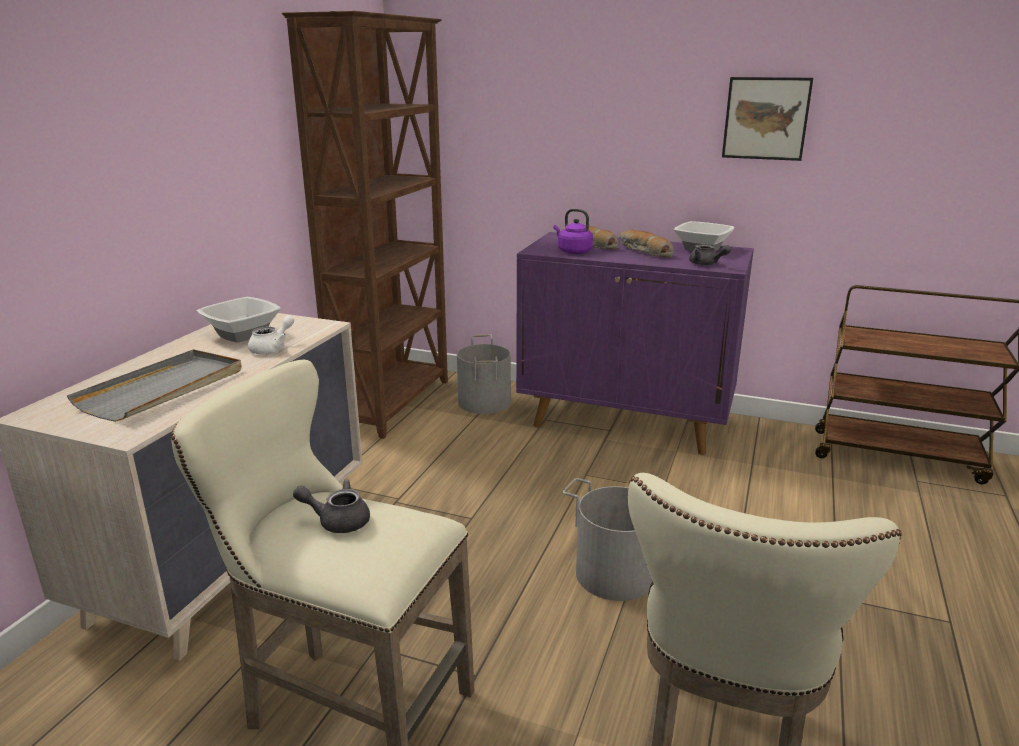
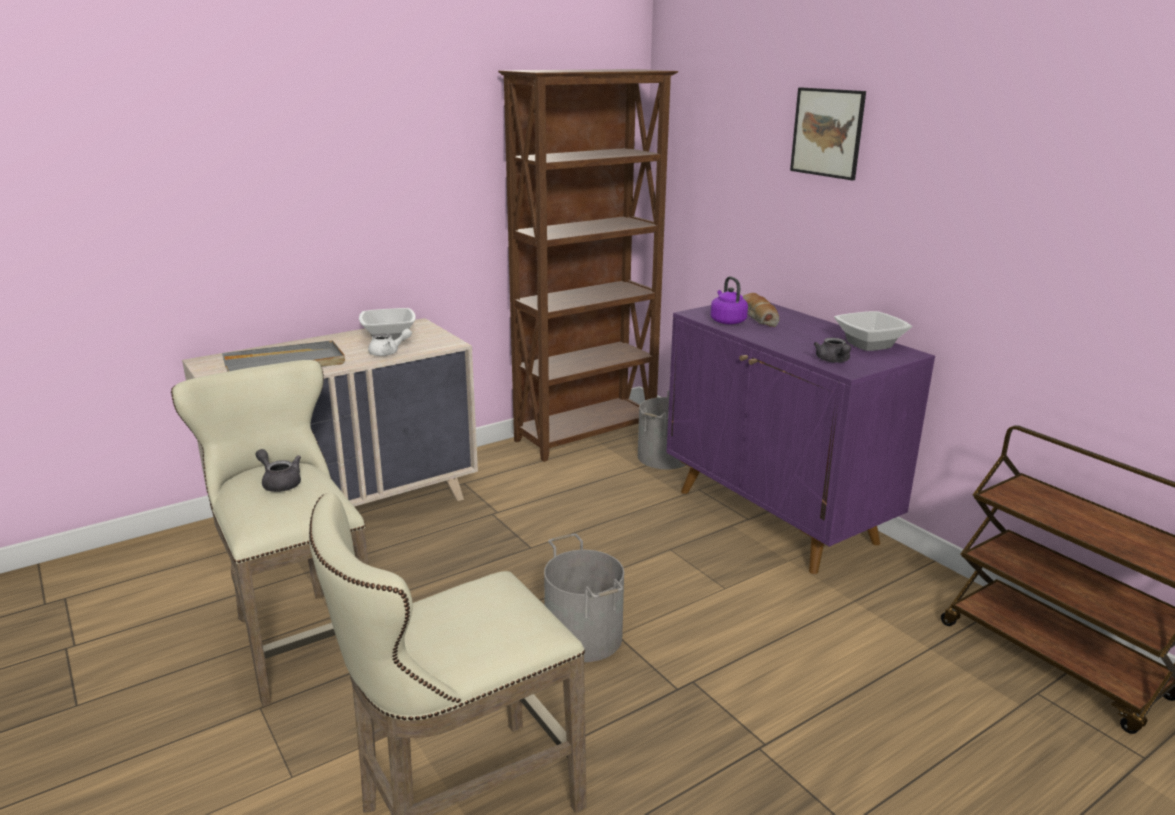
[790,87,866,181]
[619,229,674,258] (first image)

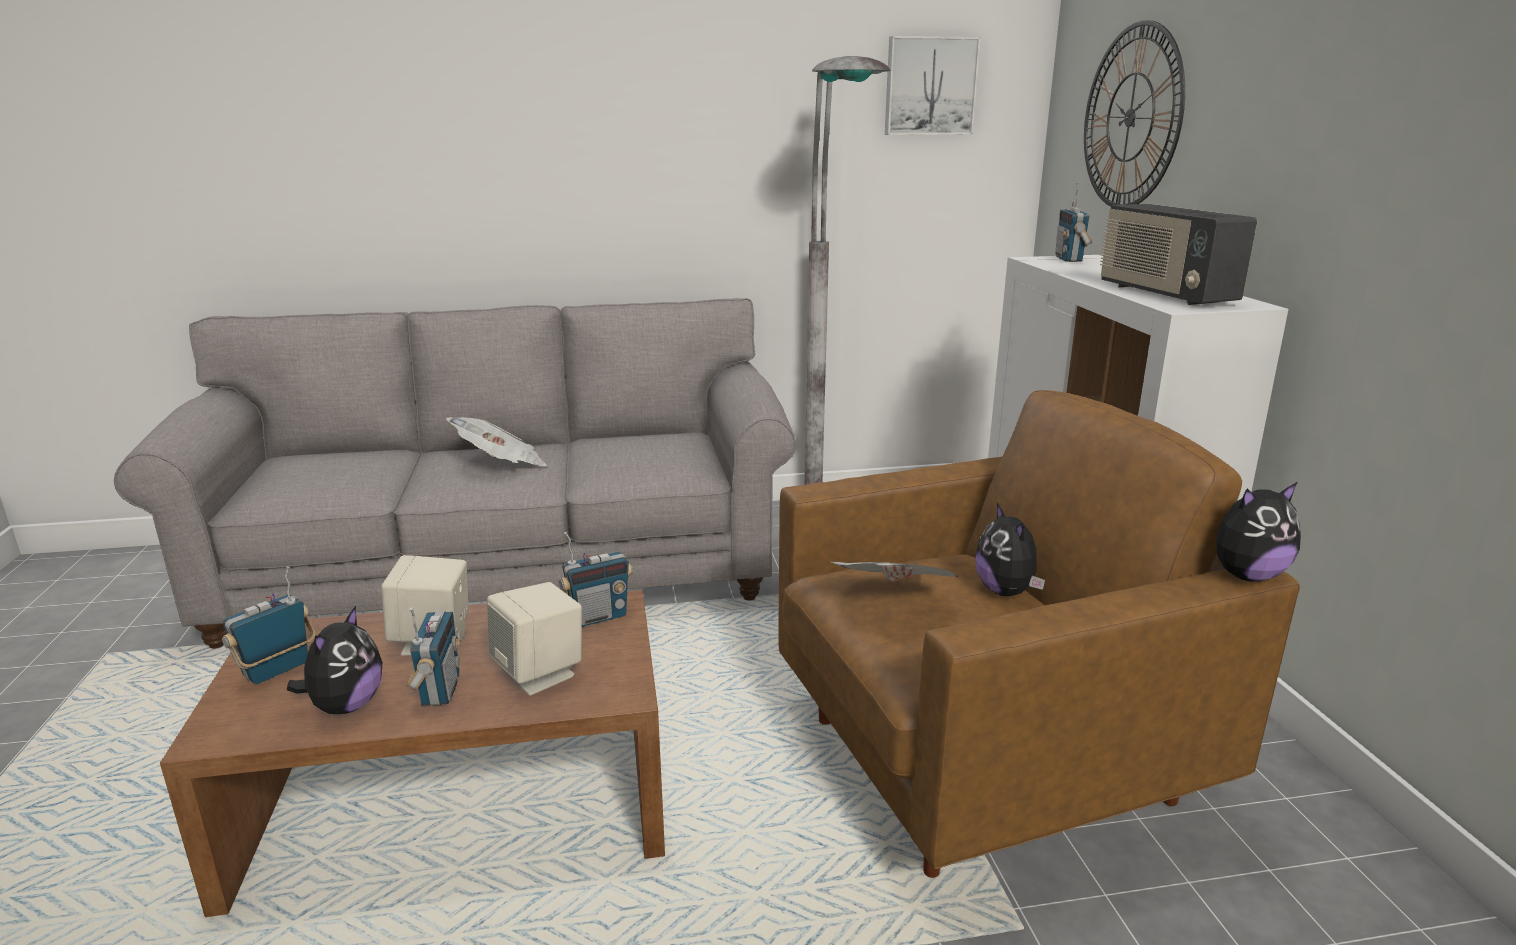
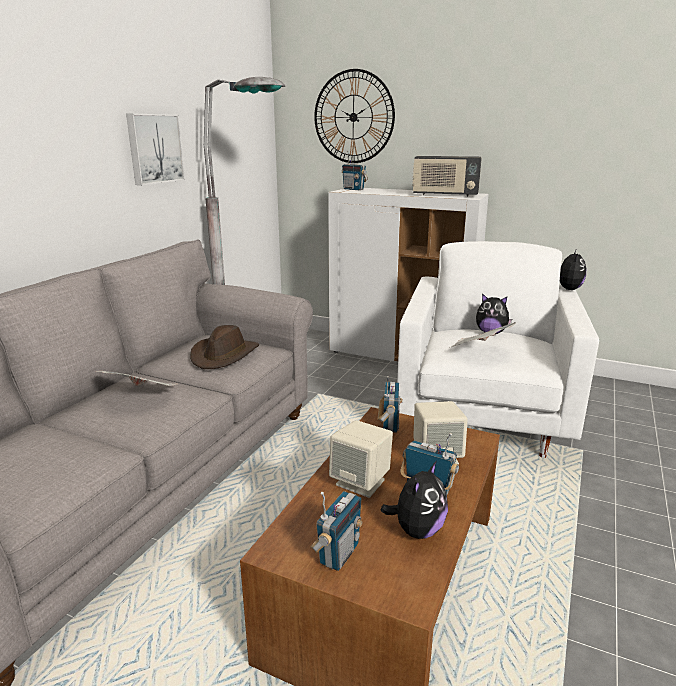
[126,114,185,185]
[397,241,599,458]
[311,491,362,571]
[381,462,448,539]
[190,325,259,369]

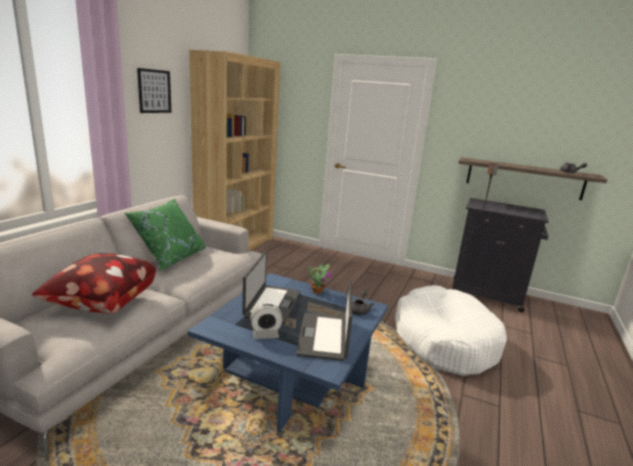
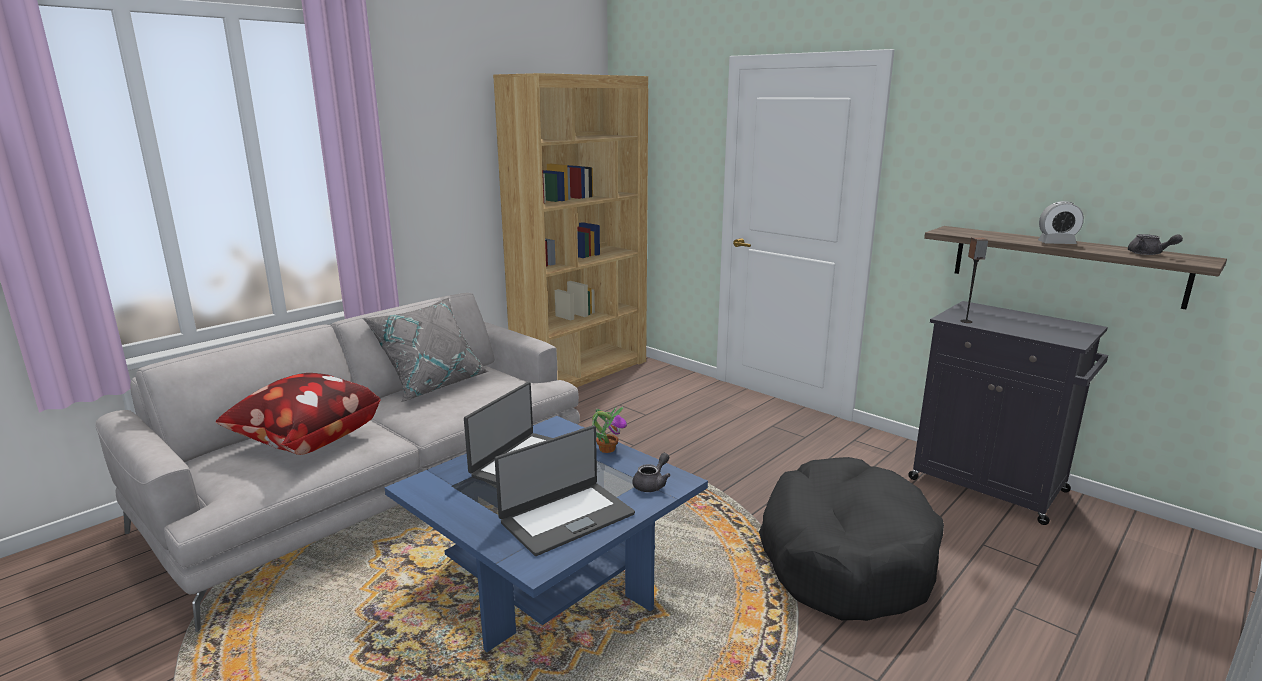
[137,68,171,113] (first image)
[363,298,488,402]
[495,425,635,556]
[759,457,944,621]
[1038,201,1084,244]

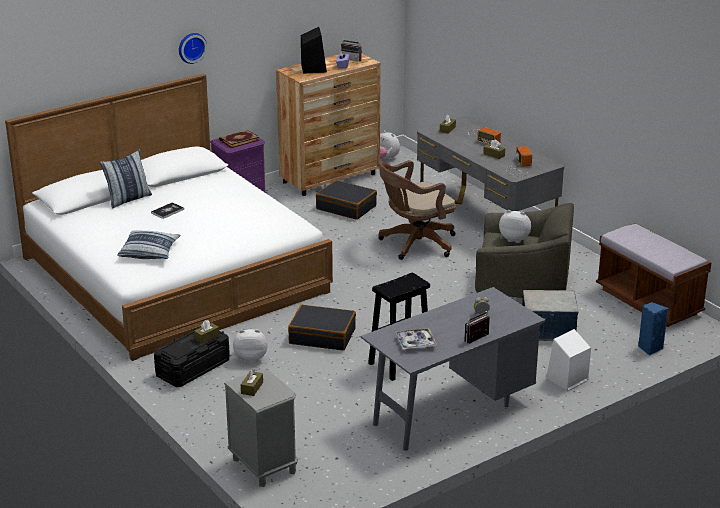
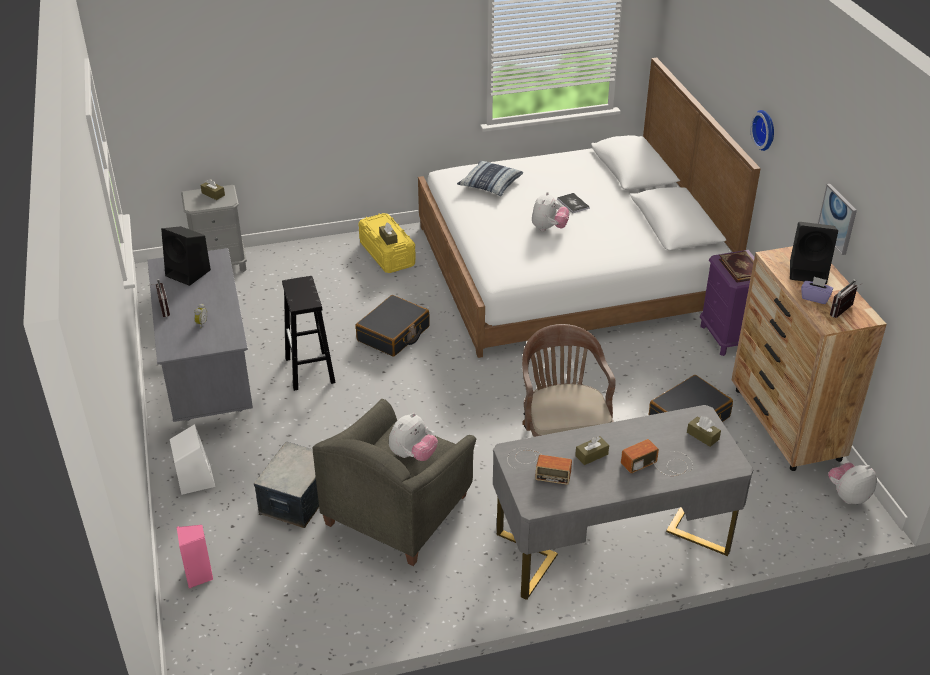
[99,149,152,208] (first image)
[596,223,711,327] (first image)
[176,525,213,588]
[358,213,416,273]
[161,226,211,286]
[532,192,570,231]
[818,184,857,255]

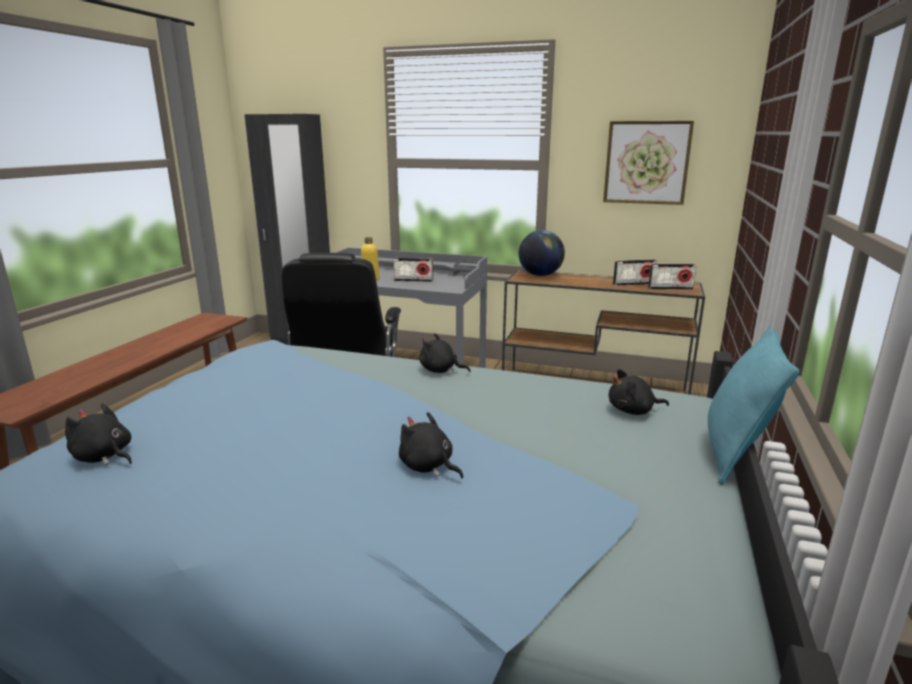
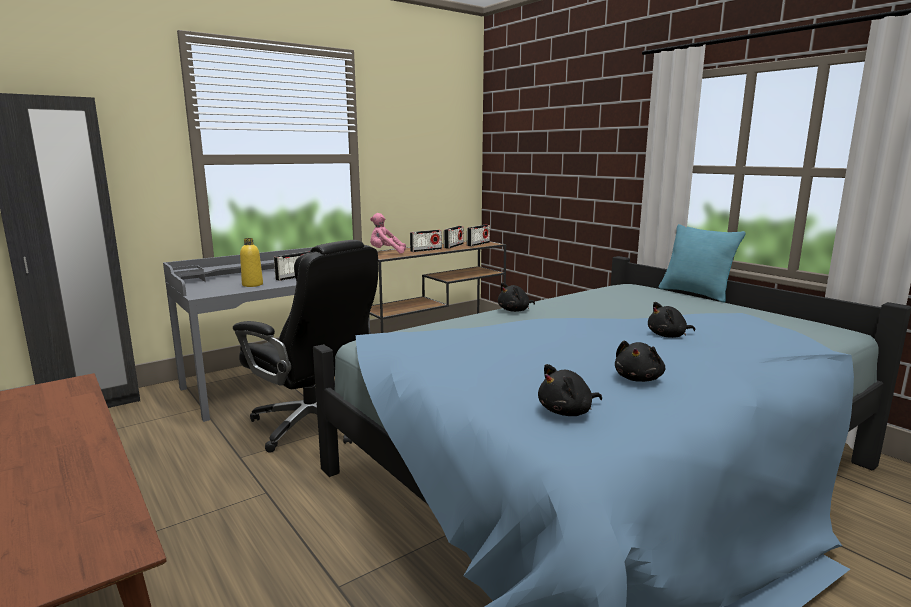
[603,121,694,205] (first image)
[370,213,406,254]
[615,341,665,382]
[410,230,442,252]

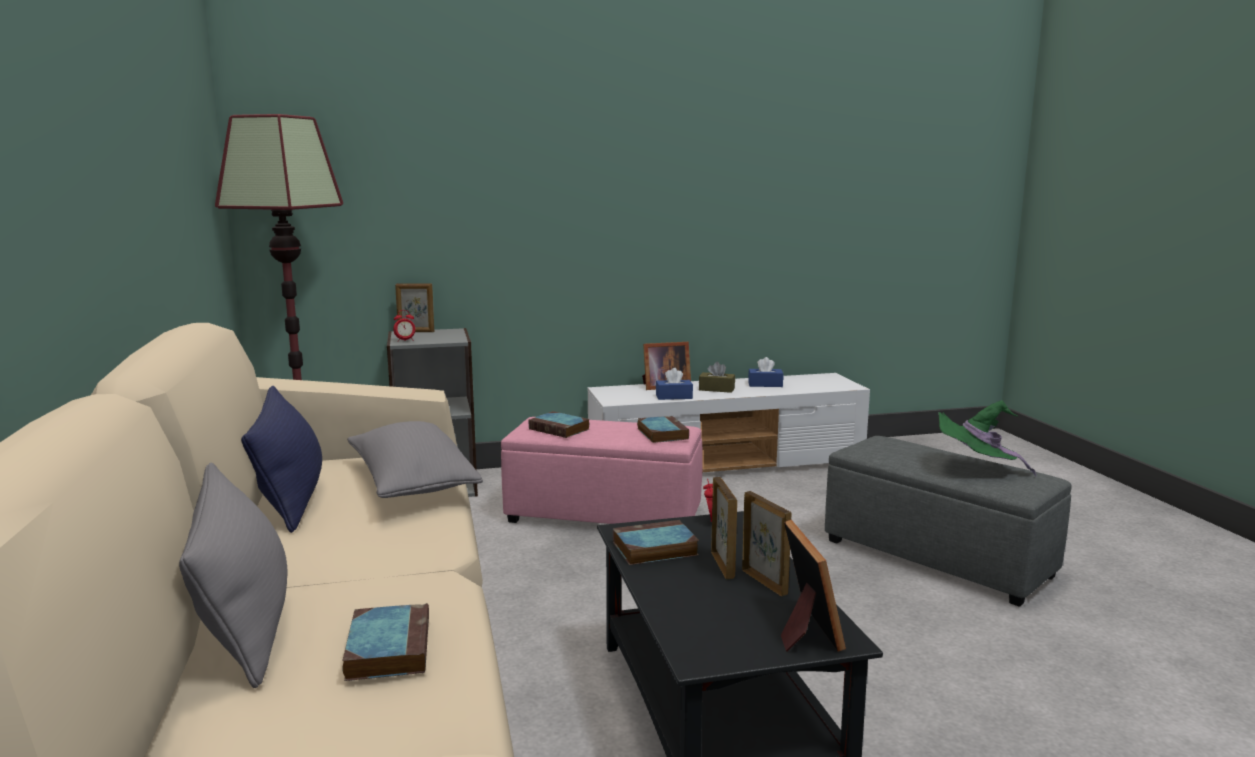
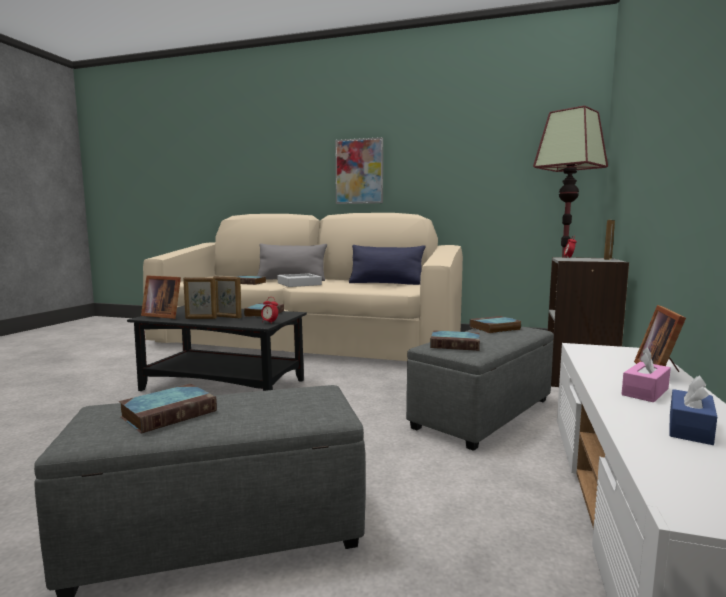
[621,348,671,403]
[656,368,693,400] (first image)
[119,384,217,434]
[406,327,554,451]
[347,421,483,498] (first image)
[335,137,383,204]
[278,273,322,287]

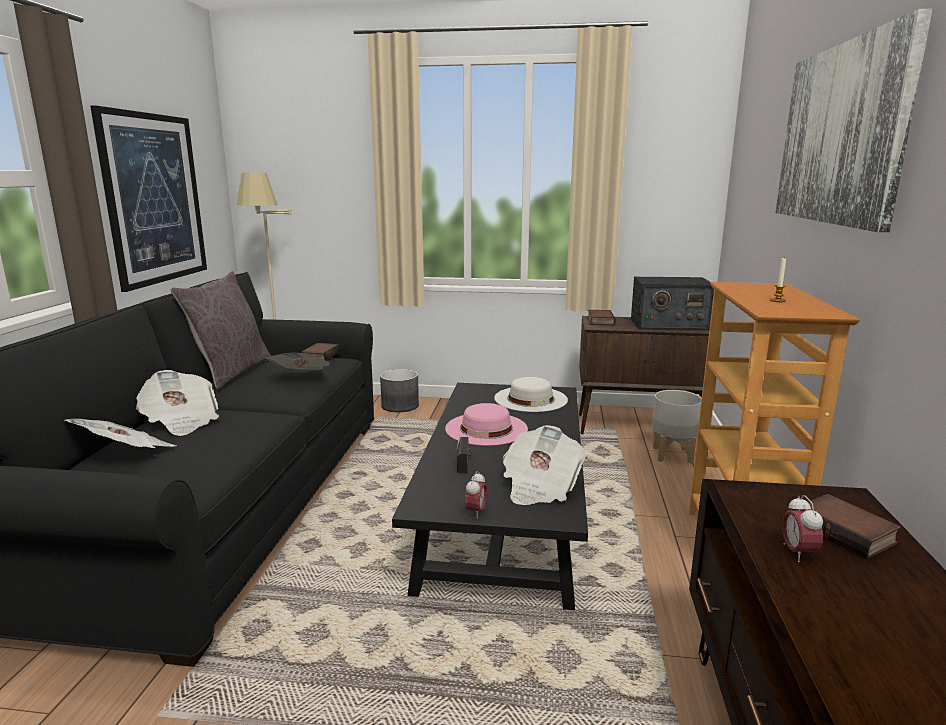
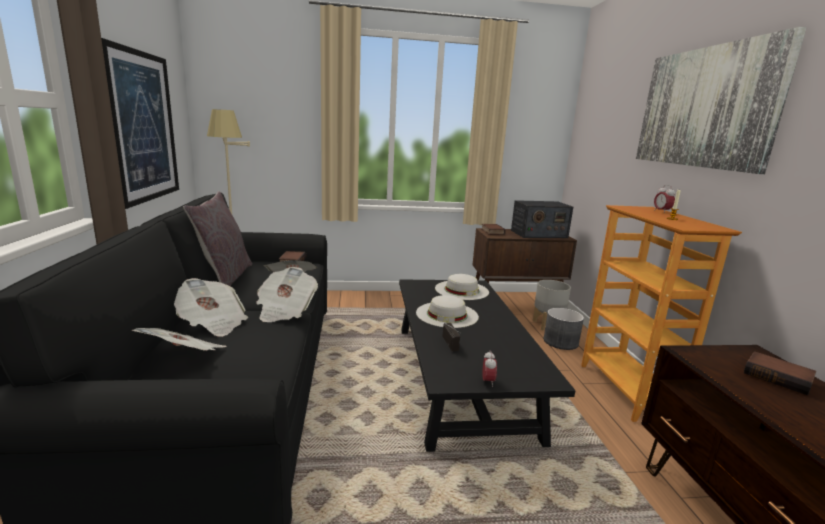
[543,308,584,350]
[416,295,479,328]
[256,267,318,322]
[654,185,675,213]

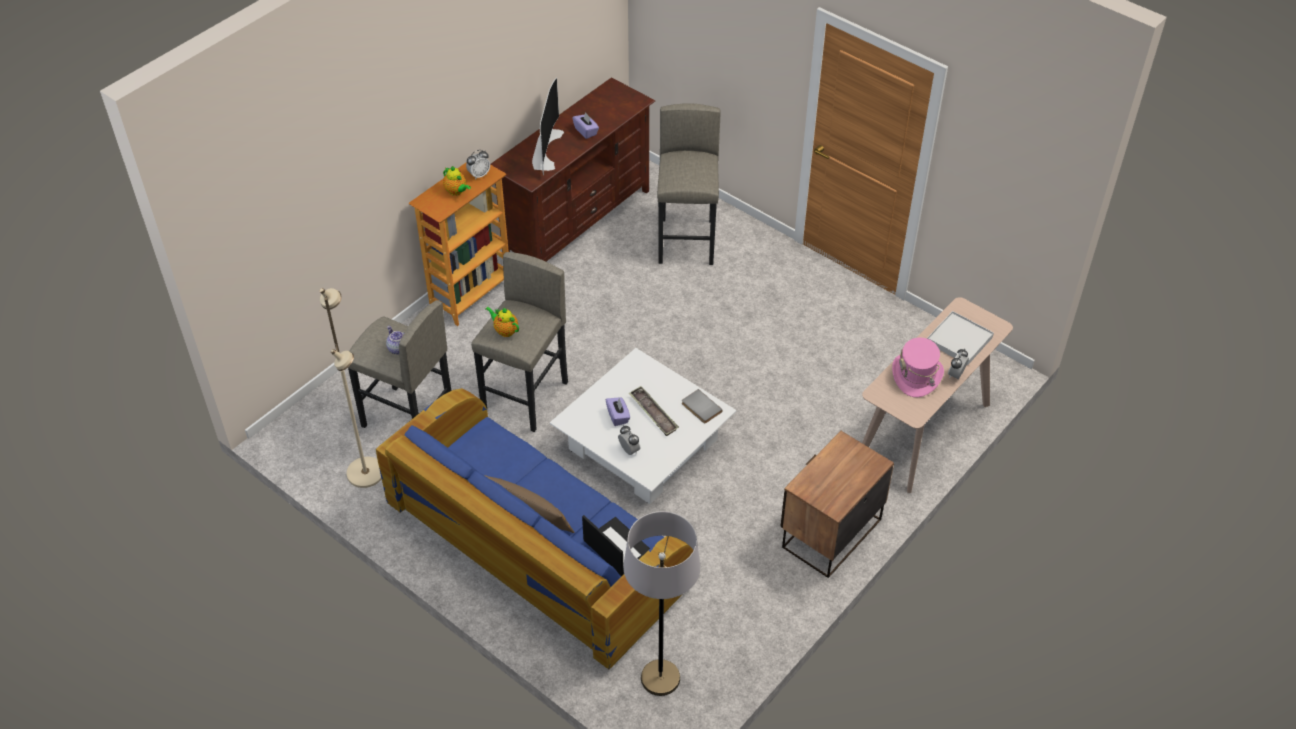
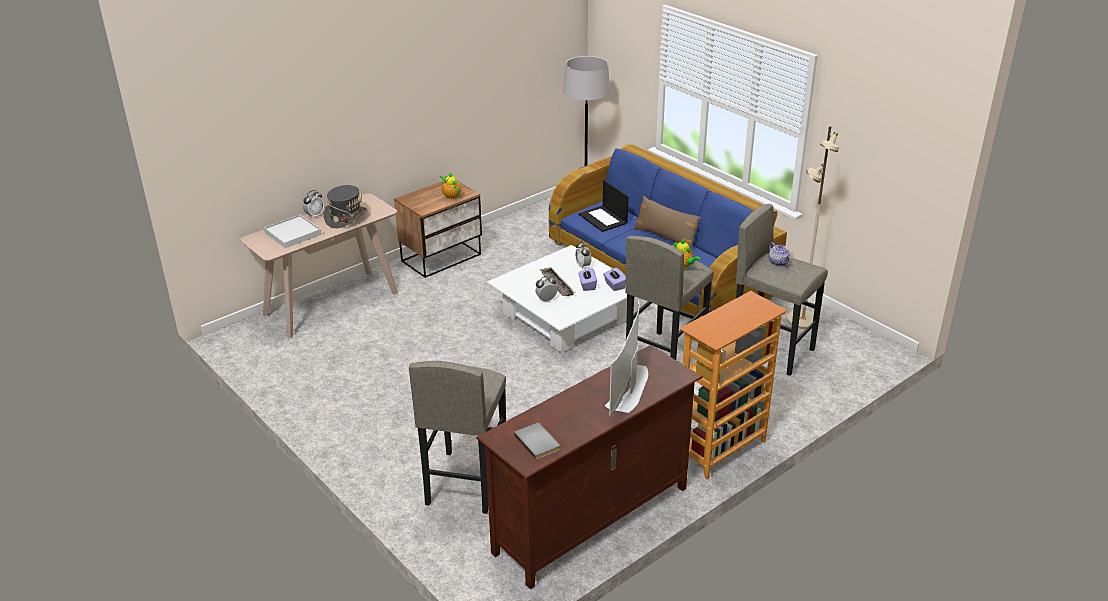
[603,267,626,291]
[535,276,557,302]
[440,173,461,199]
[324,185,368,228]
[514,422,560,460]

